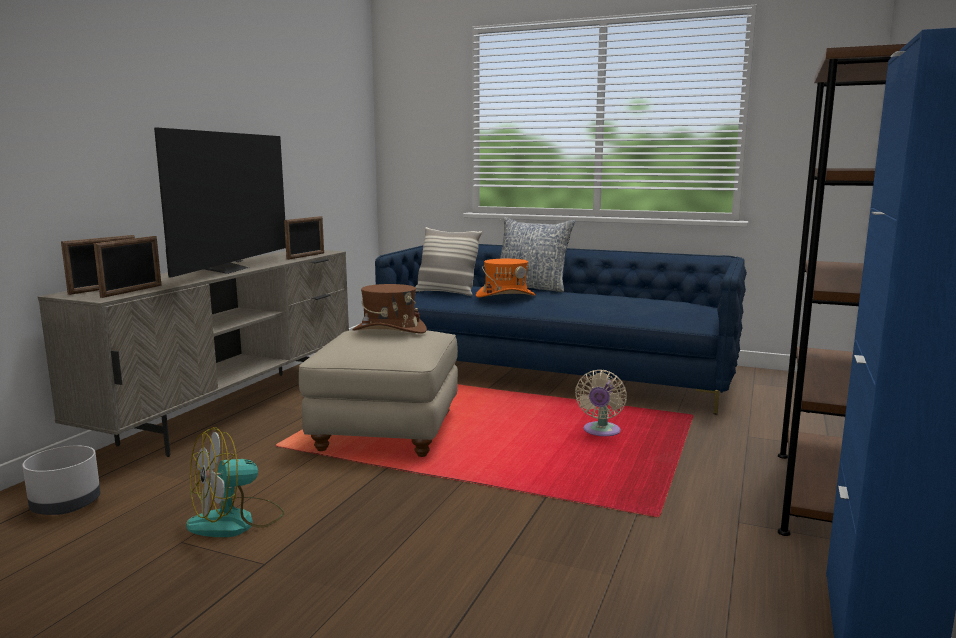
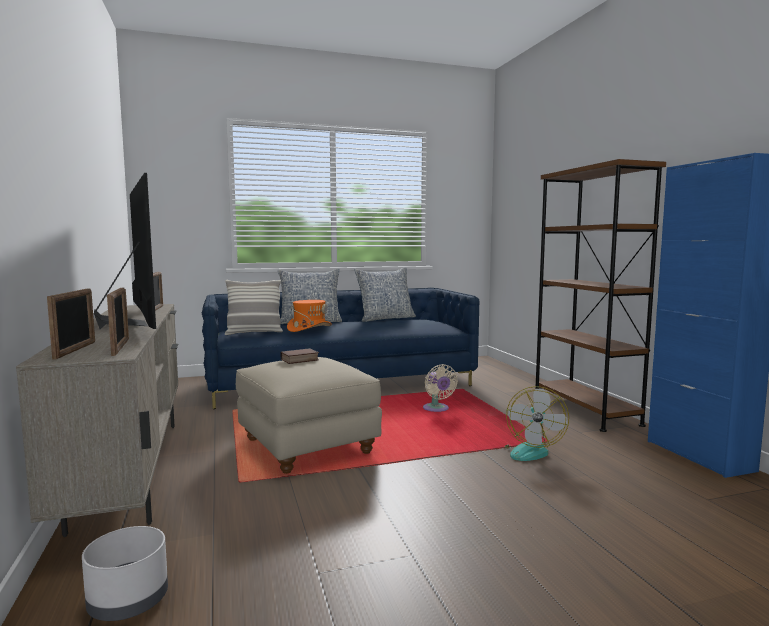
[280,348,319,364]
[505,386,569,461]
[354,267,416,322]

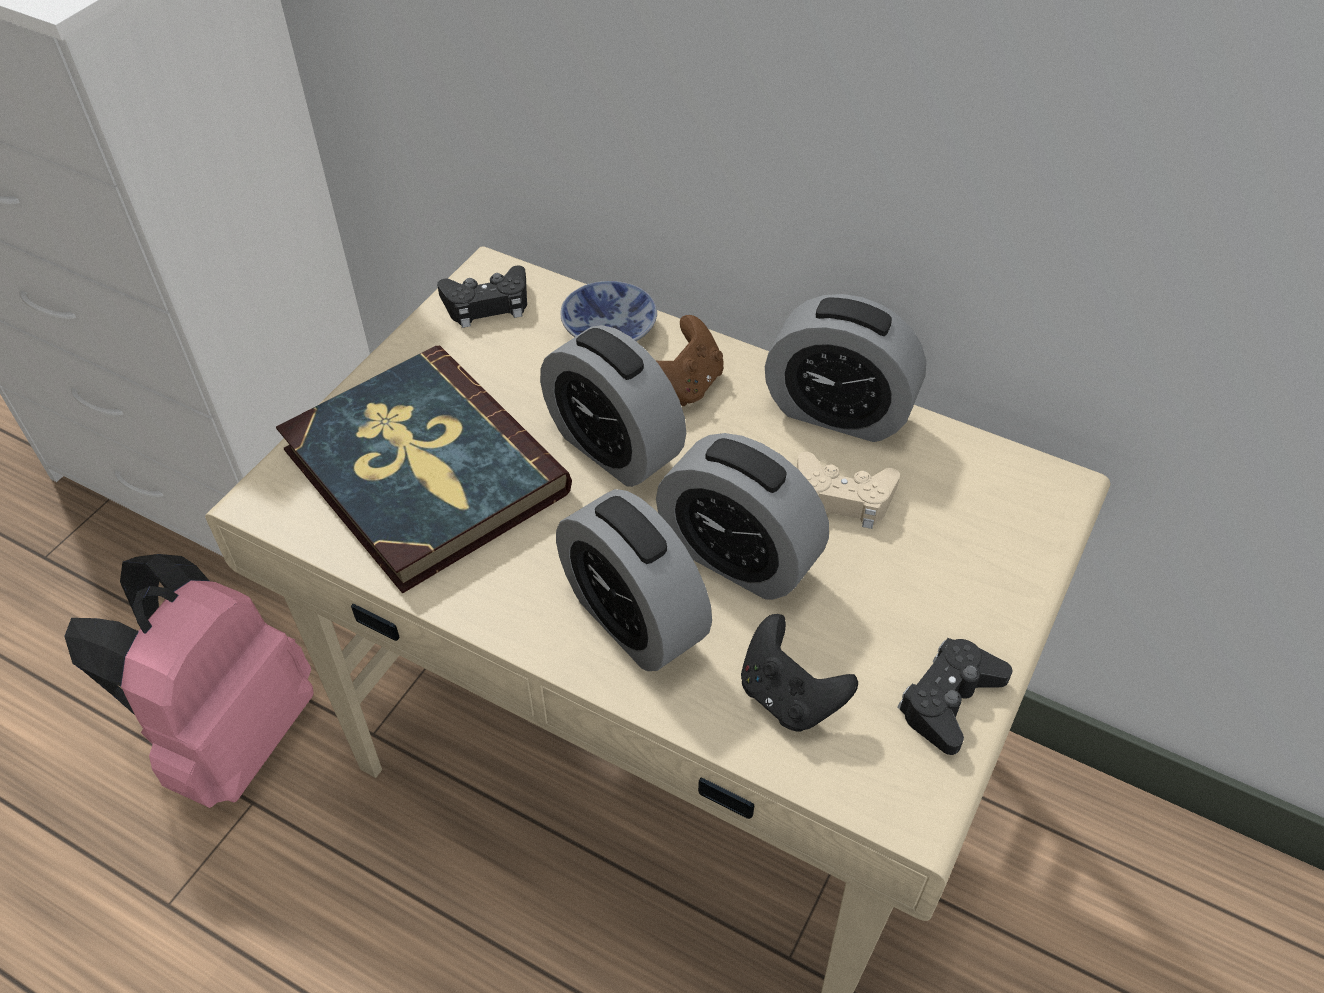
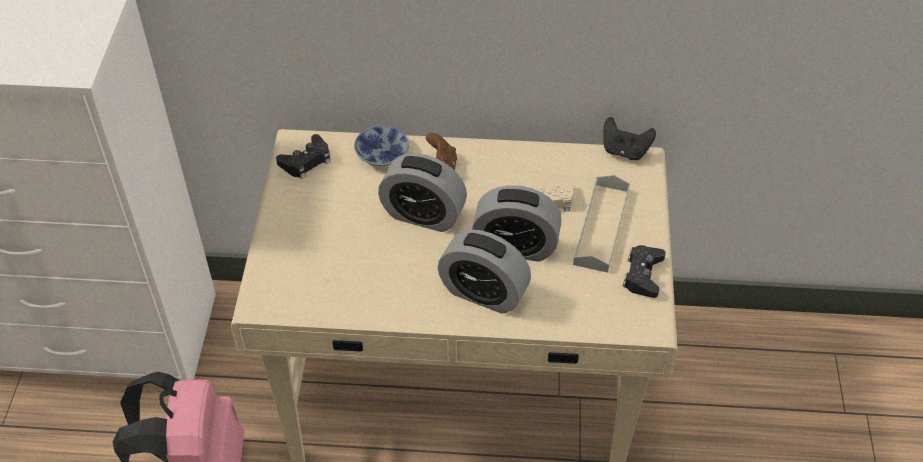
[765,294,926,442] (first image)
[276,346,572,593] (first image)
[603,117,656,160]
[573,175,630,273]

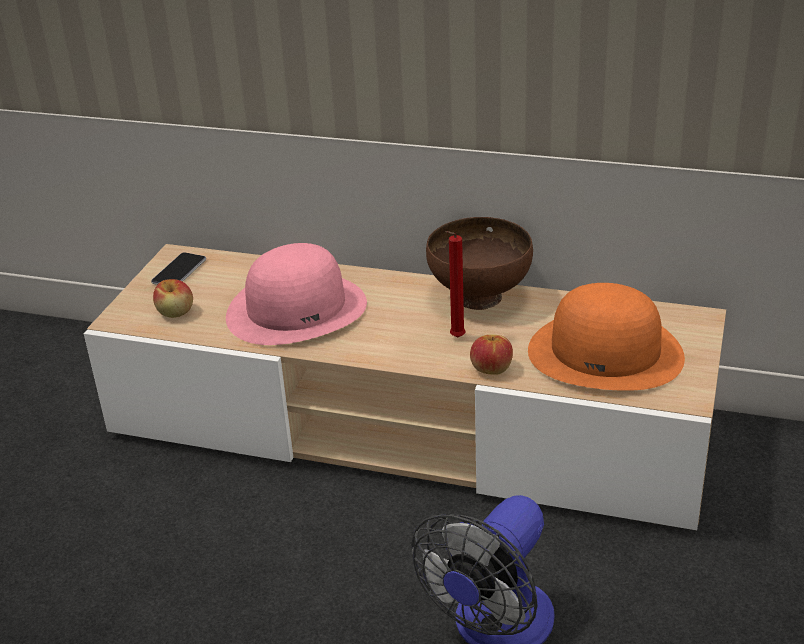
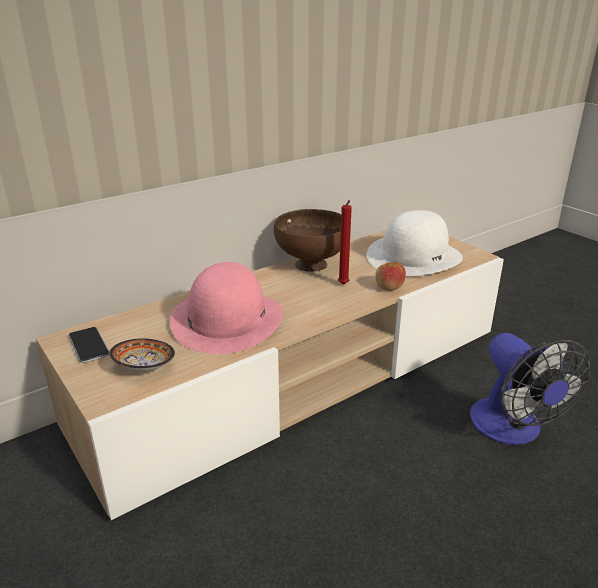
[110,338,175,372]
[367,210,463,276]

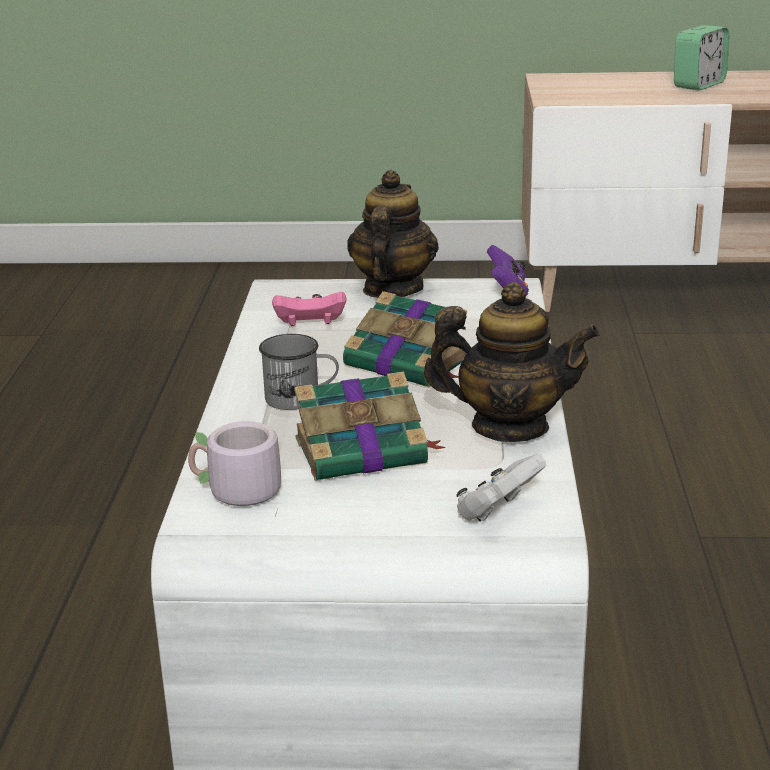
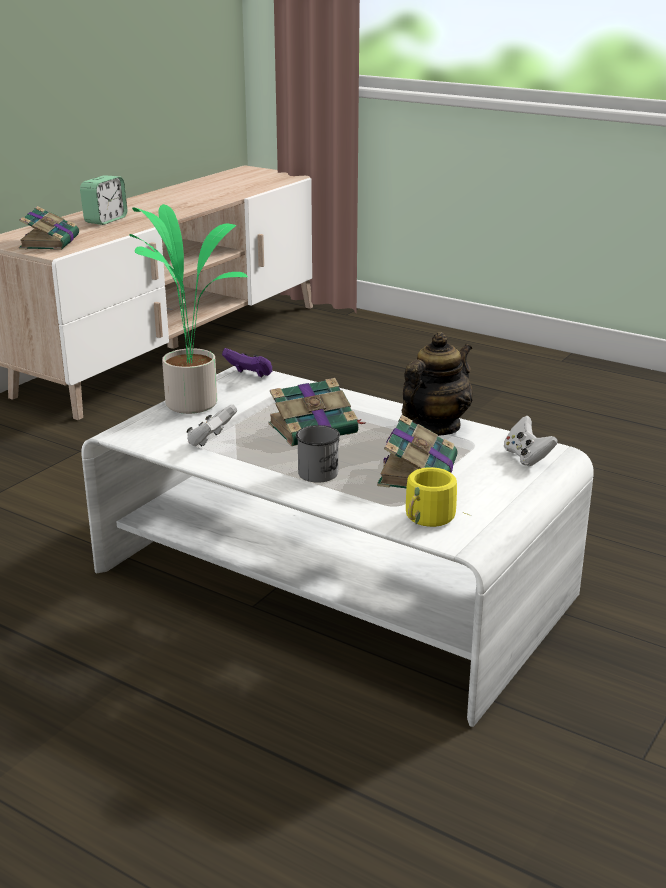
[80,175,127,225]
[129,204,248,414]
[186,404,237,446]
[406,467,468,527]
[19,206,79,250]

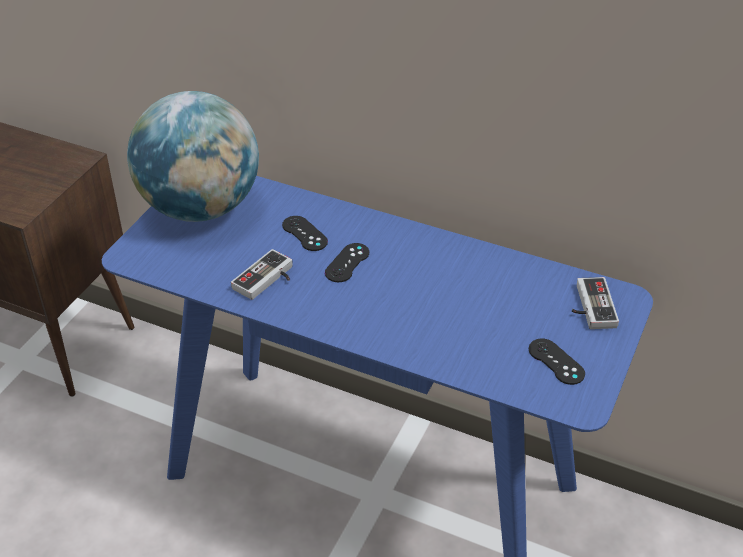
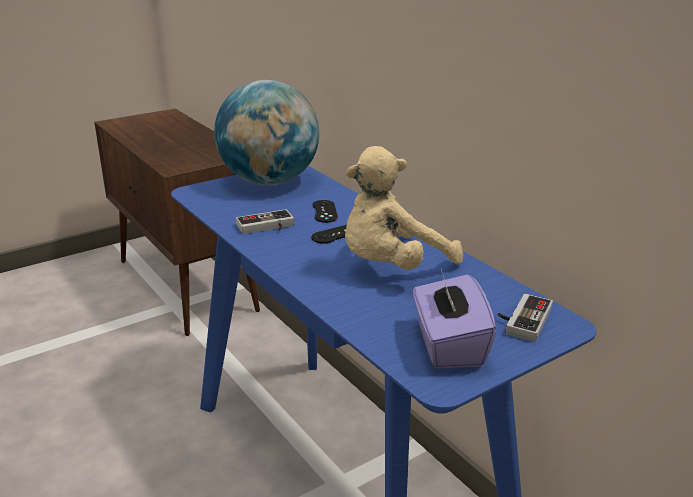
[413,269,496,369]
[345,146,463,270]

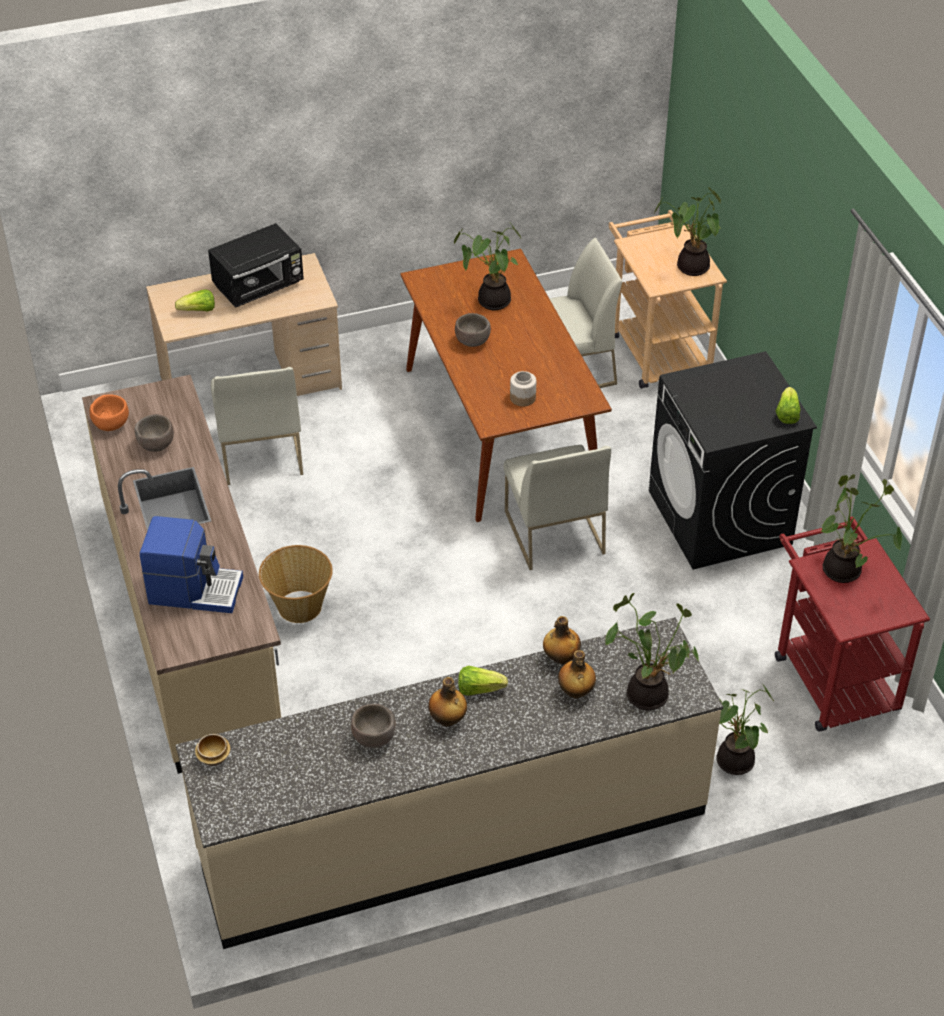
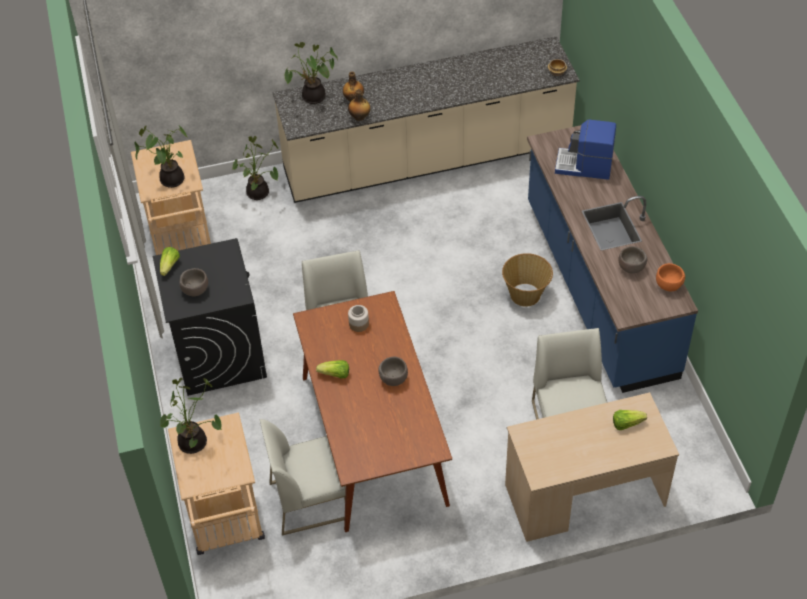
[208,223,304,308] (first image)
[454,223,521,310] (first image)
[527,125,698,393]
[131,140,211,255]
[316,360,349,379]
[428,677,467,727] (first image)
[179,268,208,297]

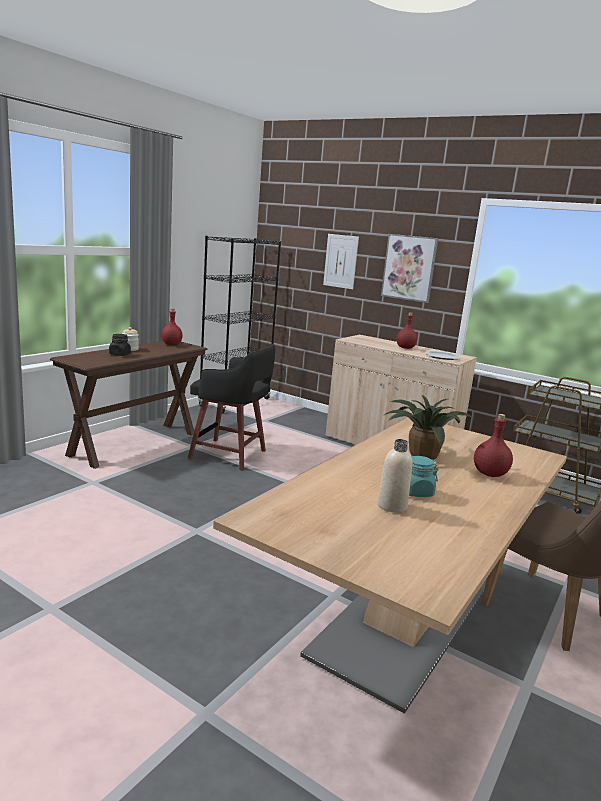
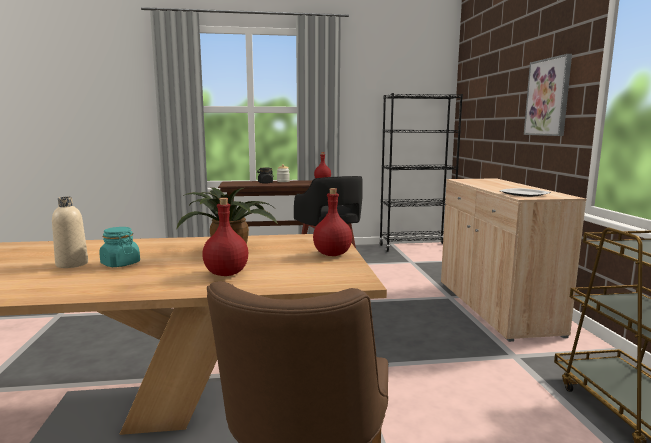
[323,234,359,289] (first image)
[313,188,352,256]

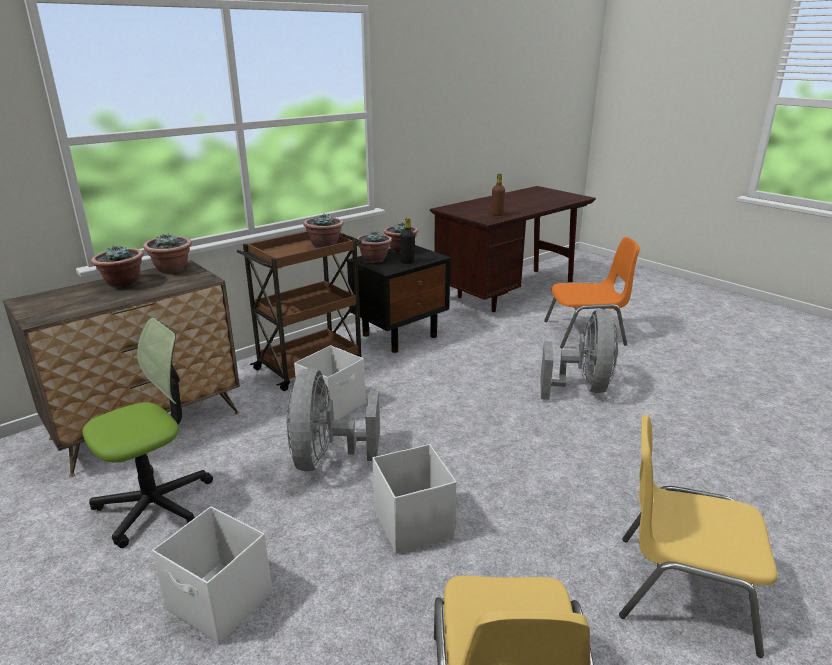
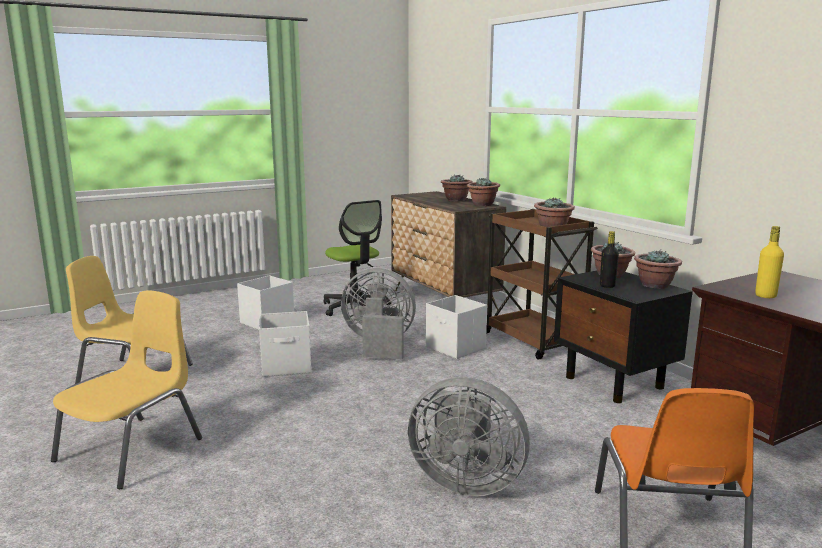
[755,226,784,298]

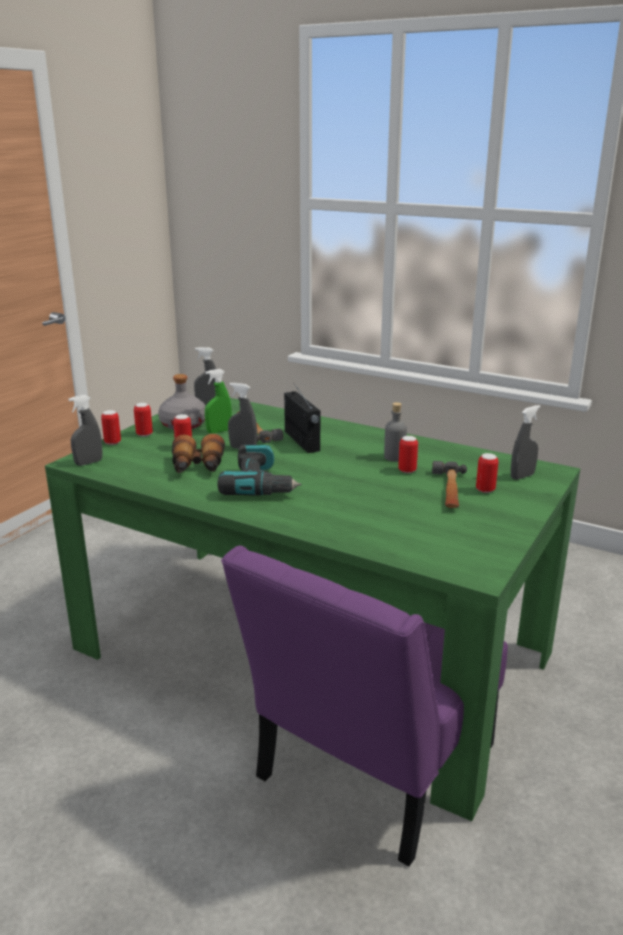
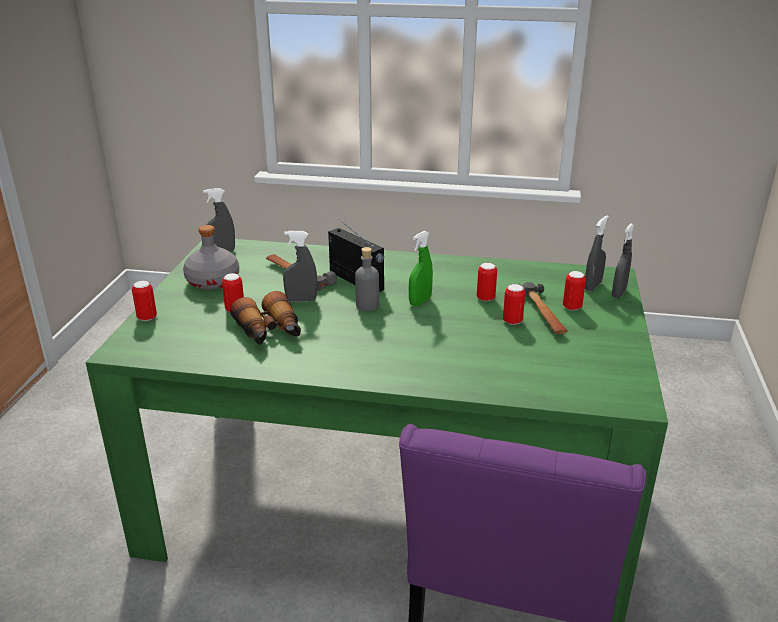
[409,231,433,306]
[612,223,634,298]
[355,247,379,311]
[503,284,525,325]
[217,445,301,496] (first image)

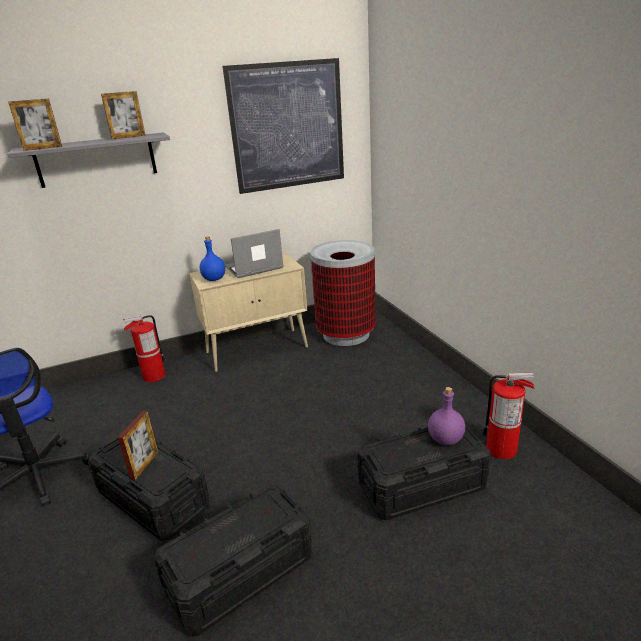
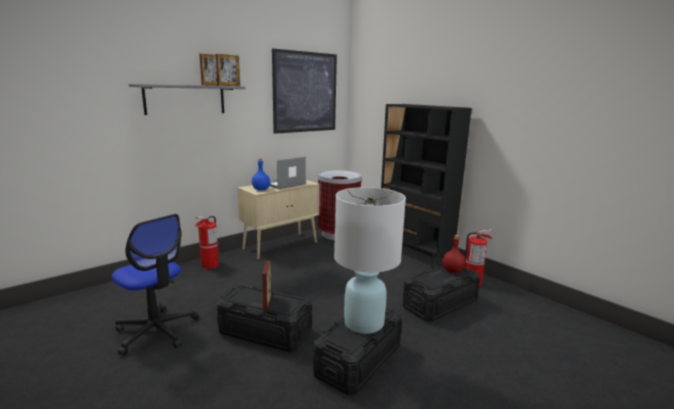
[216,54,240,86]
[442,235,465,273]
[381,104,472,269]
[334,187,406,334]

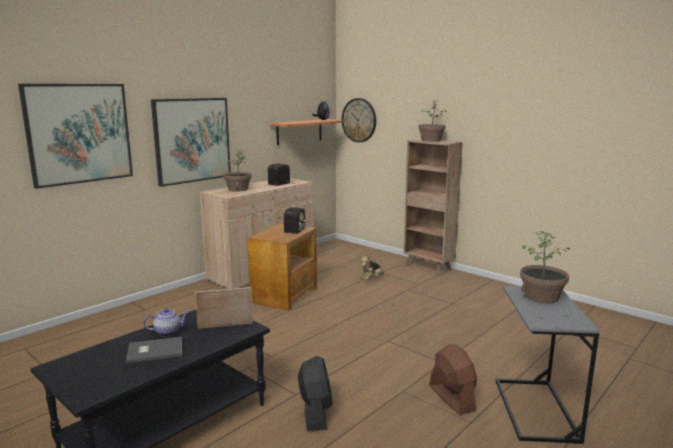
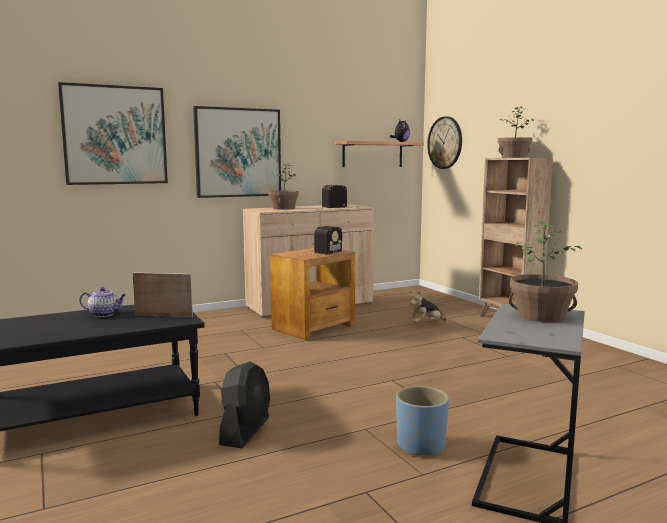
[126,337,182,366] (first image)
[396,386,449,456]

